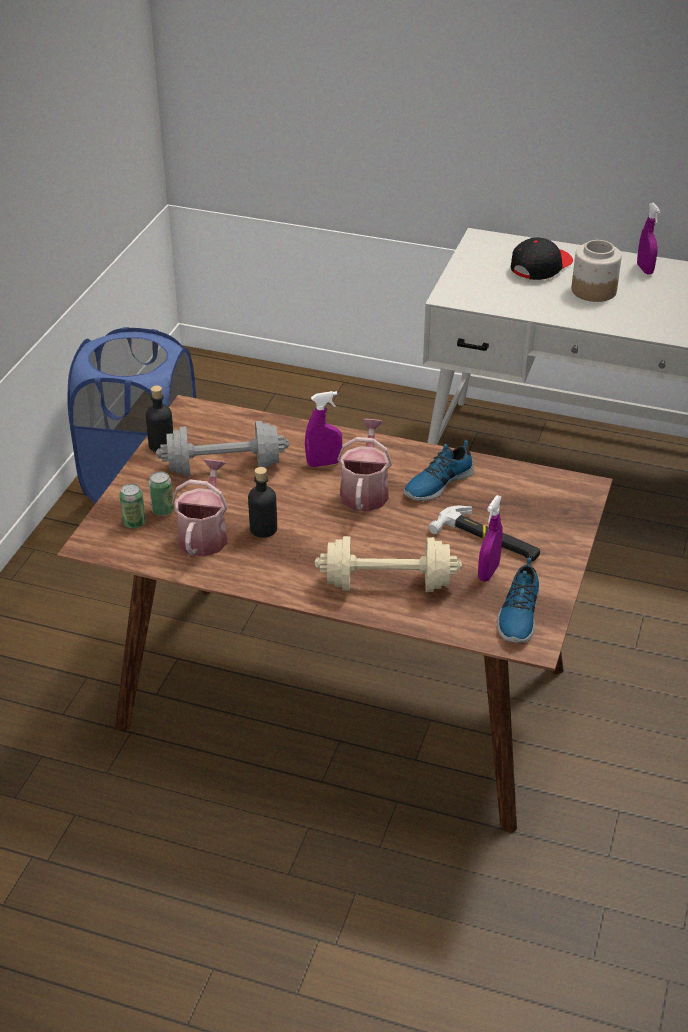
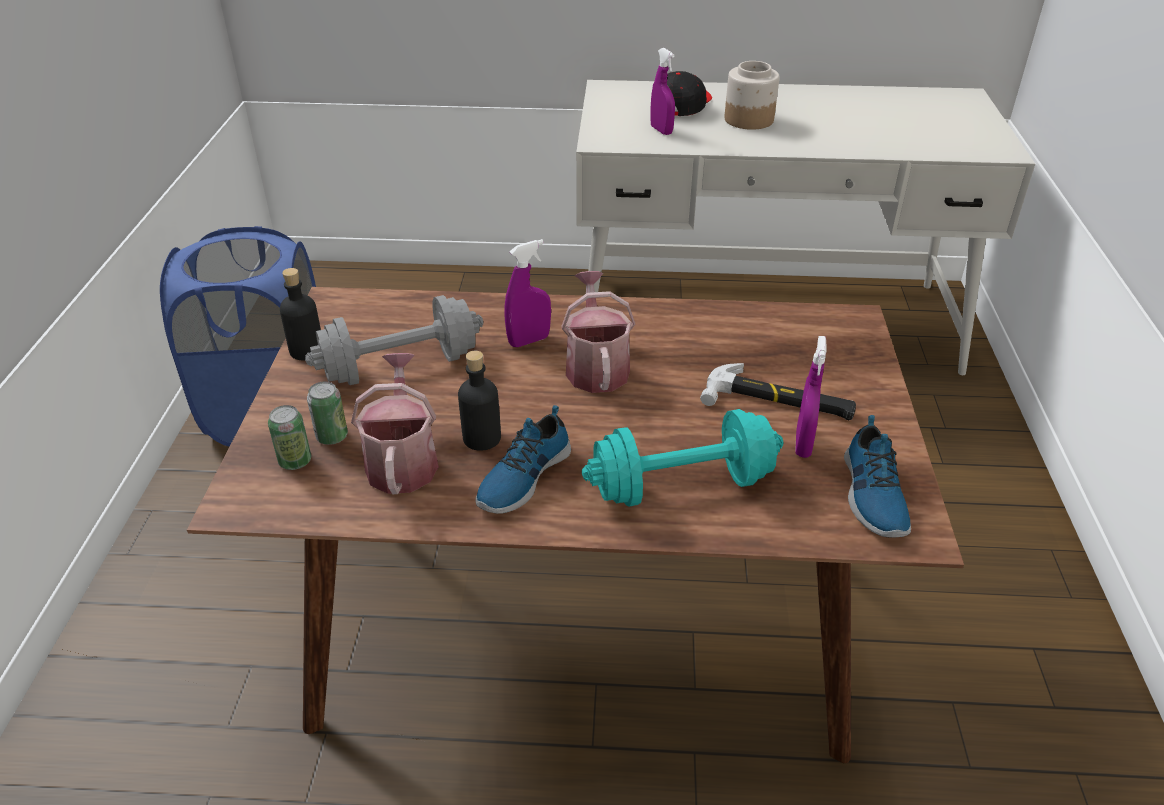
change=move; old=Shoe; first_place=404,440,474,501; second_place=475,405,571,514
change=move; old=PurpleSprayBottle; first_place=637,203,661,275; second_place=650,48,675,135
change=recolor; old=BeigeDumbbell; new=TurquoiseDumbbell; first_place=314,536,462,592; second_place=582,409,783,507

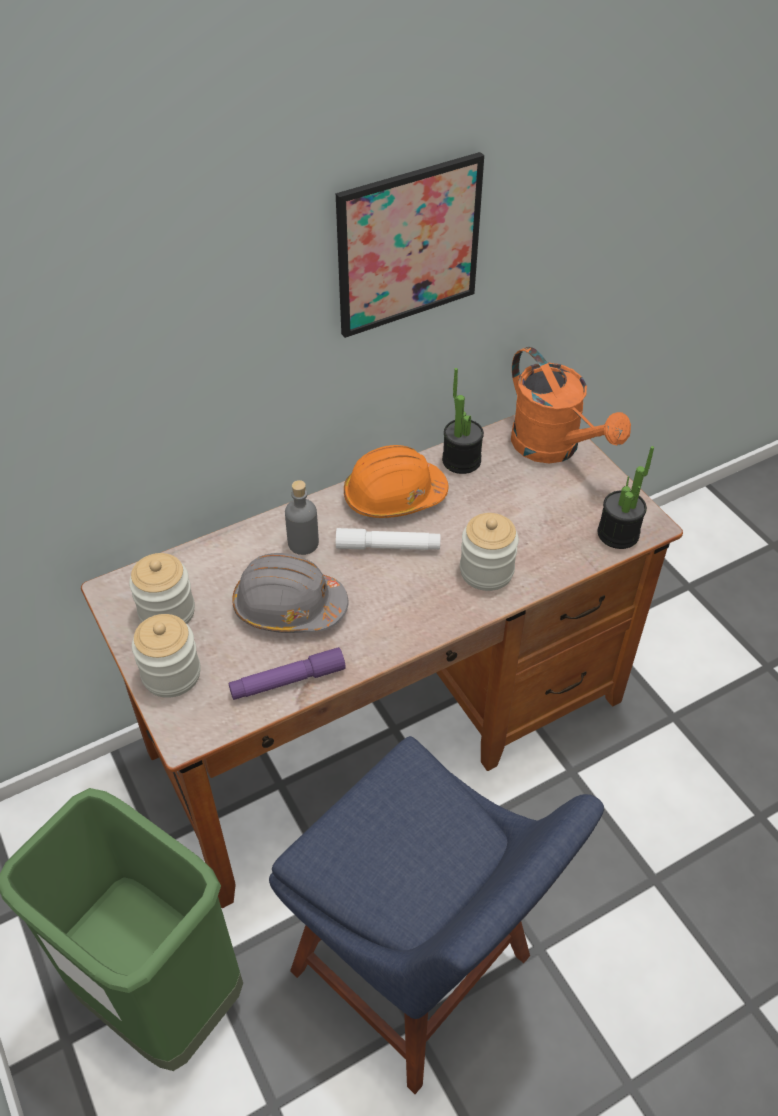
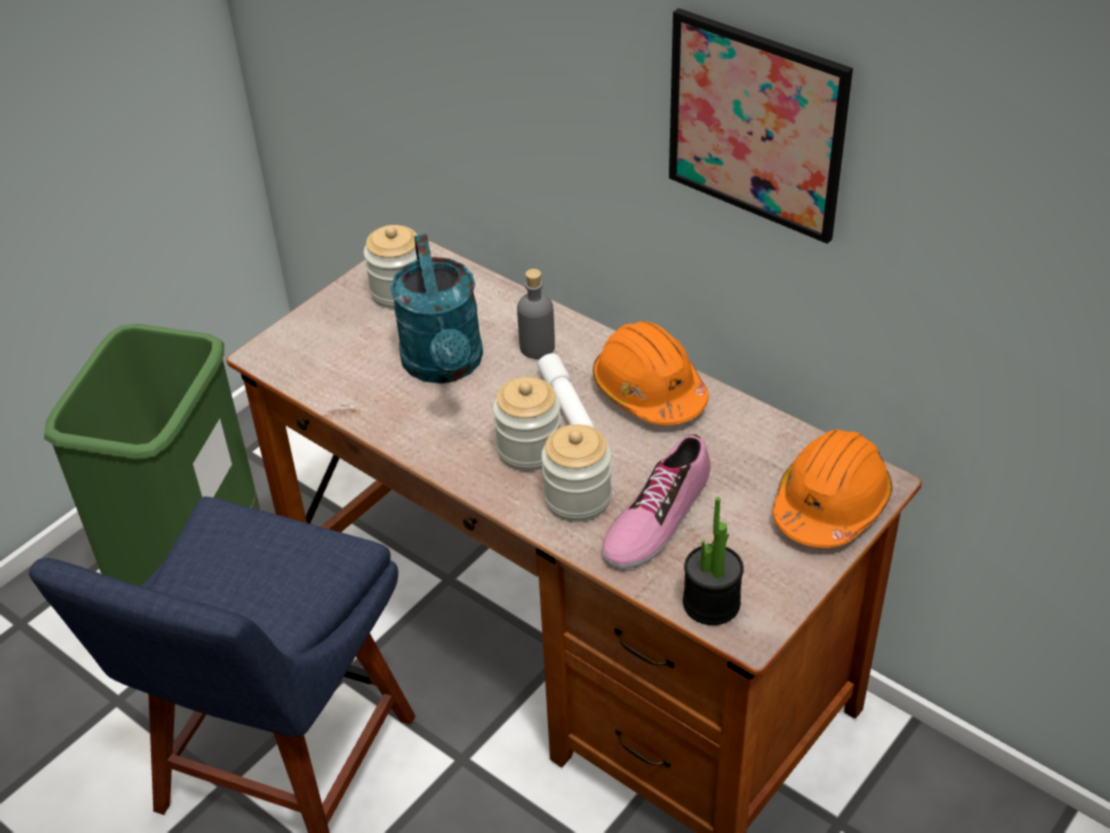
change=delete; old=PurpleFlashlight; first_place=229,647,346,700
change=delete; old=PottedPlant; first_place=442,368,484,474
change=insert; new=Shoe; second_place=602,434,710,569
change=move; old=Jar; first_place=132,614,201,698; second_place=493,377,561,471
change=replace; old=GreyHardHat; new=TurquoiseWateringCan; first_place=232,553,349,633; second_place=390,234,483,384
change=replace; old=OrangeWateringCan; new=OrangeHardHat; first_place=511,347,631,463; second_place=772,429,892,548

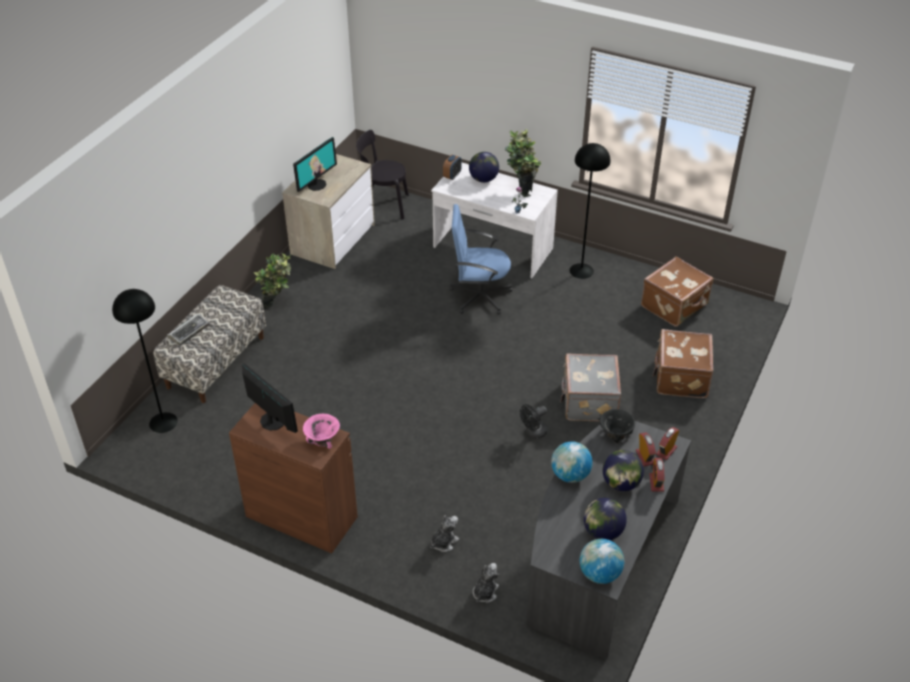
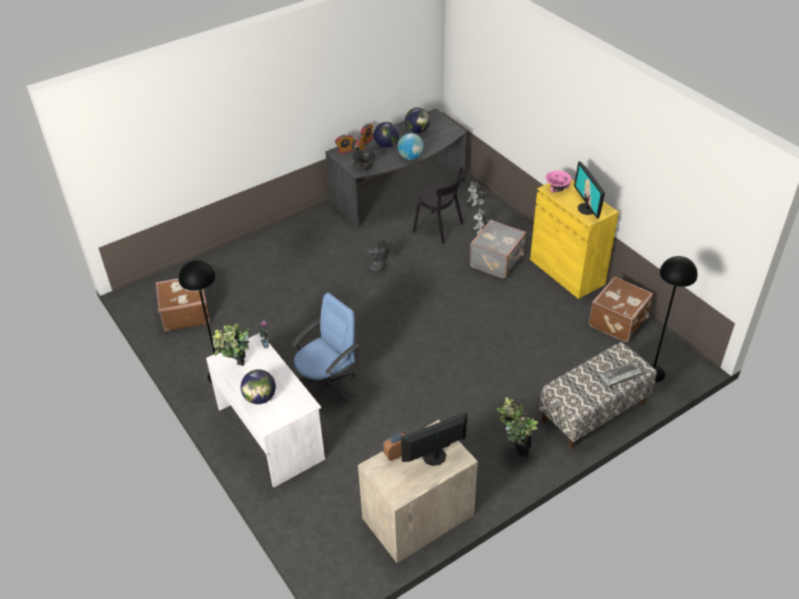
change=delete; old=Globe; first_place=580,539,624,584
change=move; old=BlackChair; first_place=356,130,409,220; second_place=413,167,464,244
change=move; old=AlarmClock; first_place=443,155,462,180; second_place=383,432,406,461
change=move; old=GreySuitcase; first_place=560,353,621,421; second_place=470,220,526,278
change=move; old=BrownSuitcase; first_place=653,329,713,398; second_place=589,276,654,342
change=recolor; old=BrownCabinet; new=YellowCabinet; first_place=229,403,358,553; second_place=530,180,619,299
change=rotate; old=BlueOfficeChair; first_place=449,204,512,315; second_place=291,293,359,404; degrees=-75

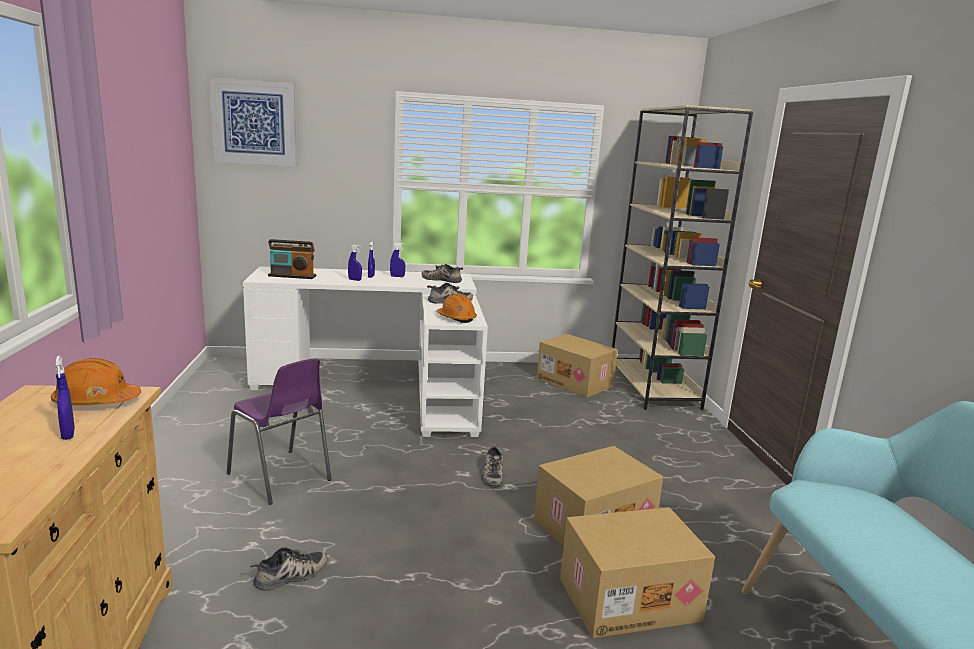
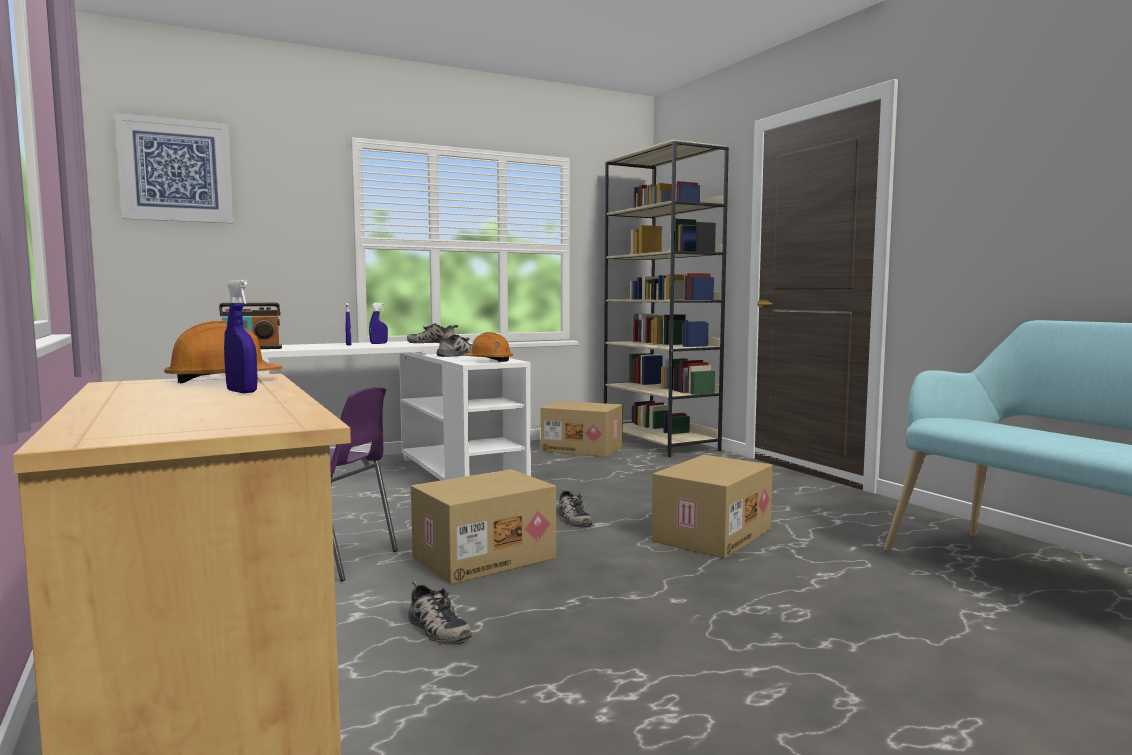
change=delete; old=BlueSprayBottle; first_place=348,244,362,281
change=move; old=CardboardBox; first_place=560,507,715,638; second_place=411,469,556,584
change=rotate; old=Shoe; first_place=250,547,328,591; second_place=408,581,472,645; degrees=105

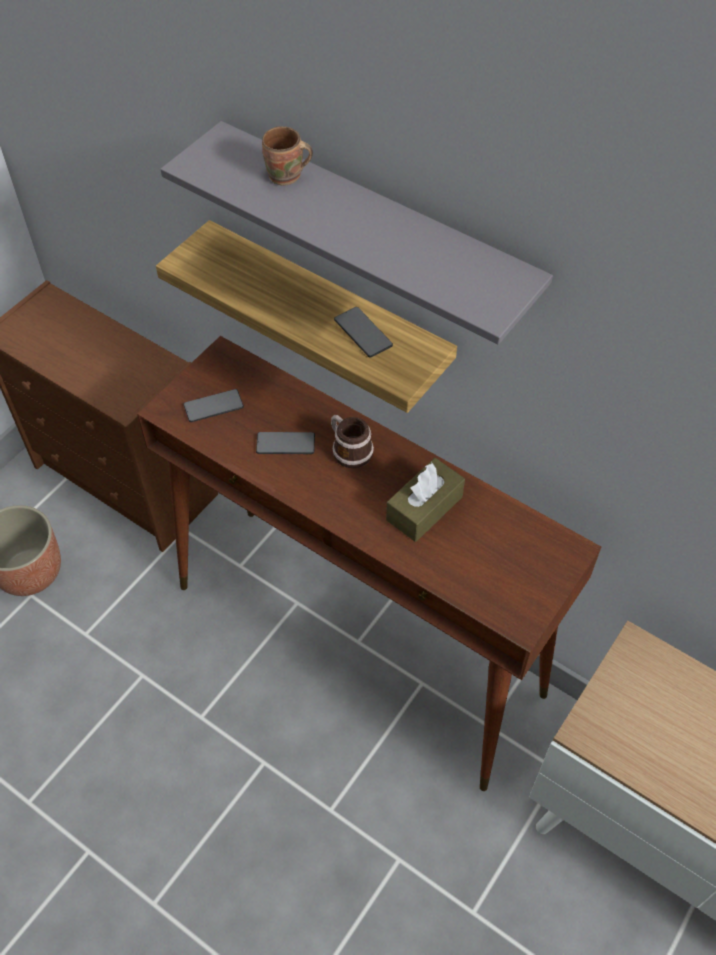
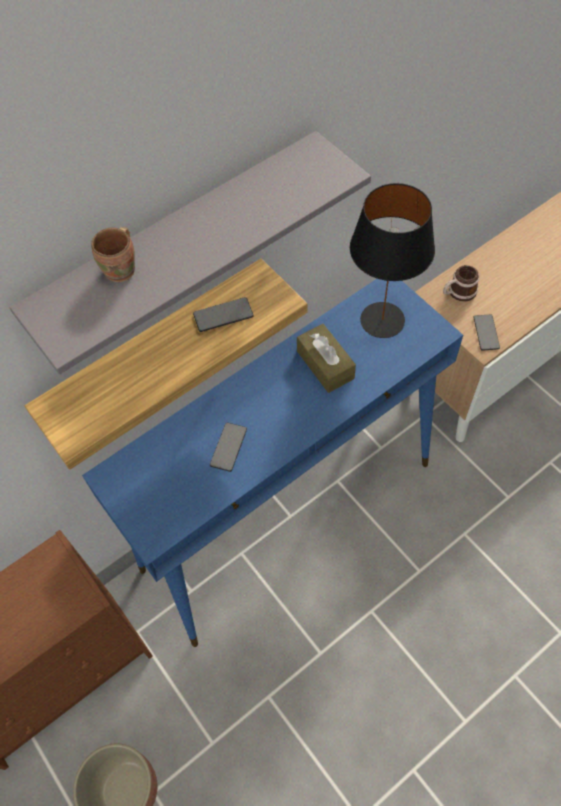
change=insert; new=BlackTableLamp; second_place=350,183,435,338
change=move; old=Phone; first_place=183,389,244,422; second_place=473,314,500,351
change=move; old=Mug; first_place=331,415,374,468; second_place=443,265,479,302
change=recolor; old=BrownConsoleTable; new=BlueConsoleTable; first_place=137,336,601,791; second_place=82,279,463,647

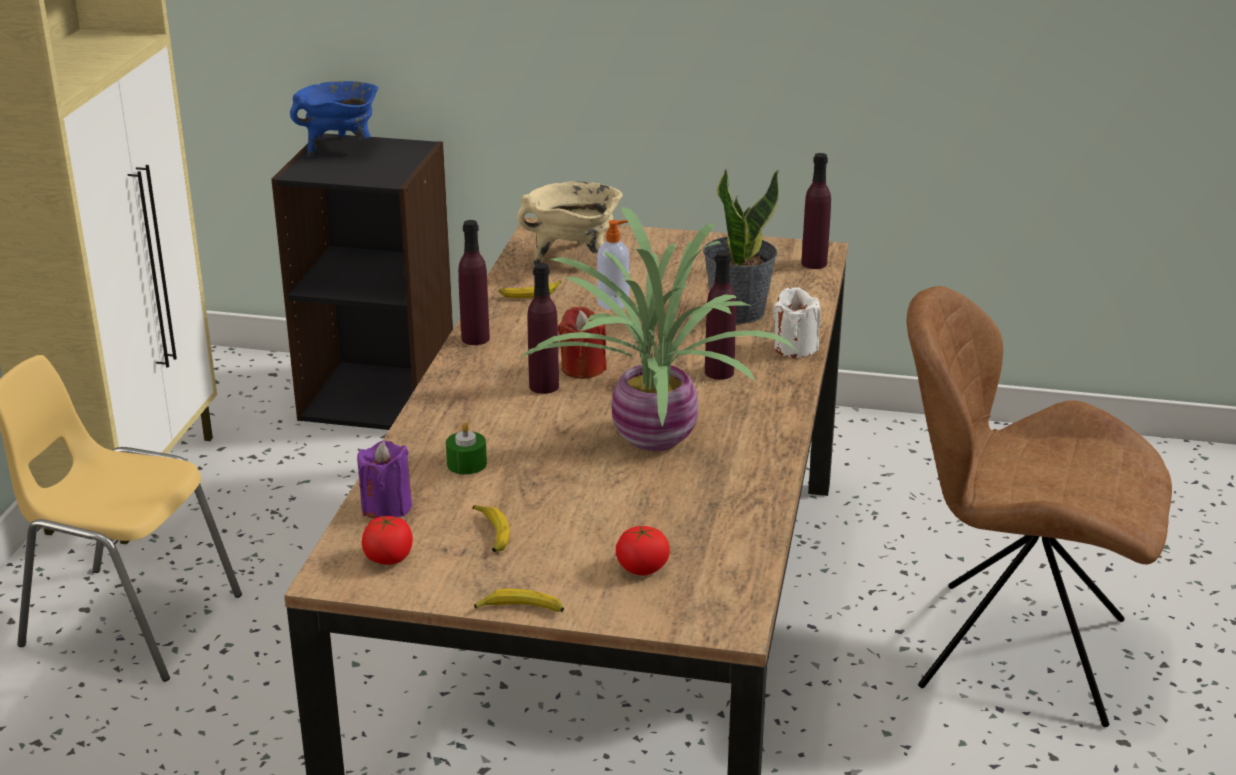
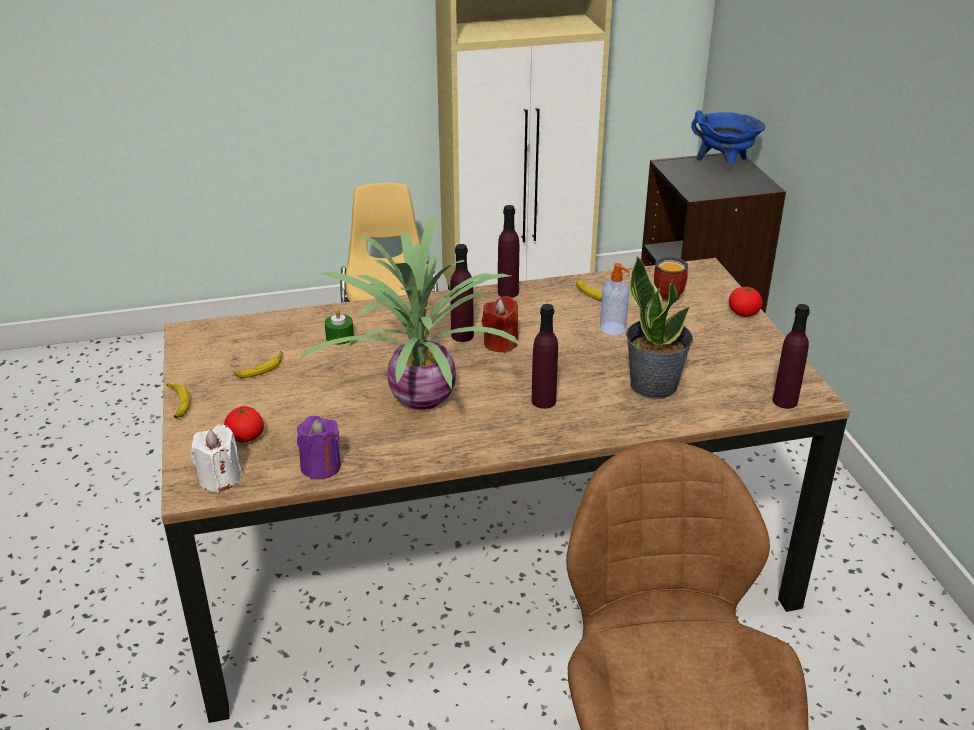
change=move; old=PurpleCandle; first_place=357,441,412,519; second_place=297,416,341,479
change=move; old=Tomato; first_place=361,515,413,565; second_place=729,287,763,317
change=move; old=WhiteCandle; first_place=773,287,821,358; second_place=190,424,242,492
change=replace; old=BeigeCookingPot; new=Mug; first_place=517,181,623,265; second_place=654,257,688,302

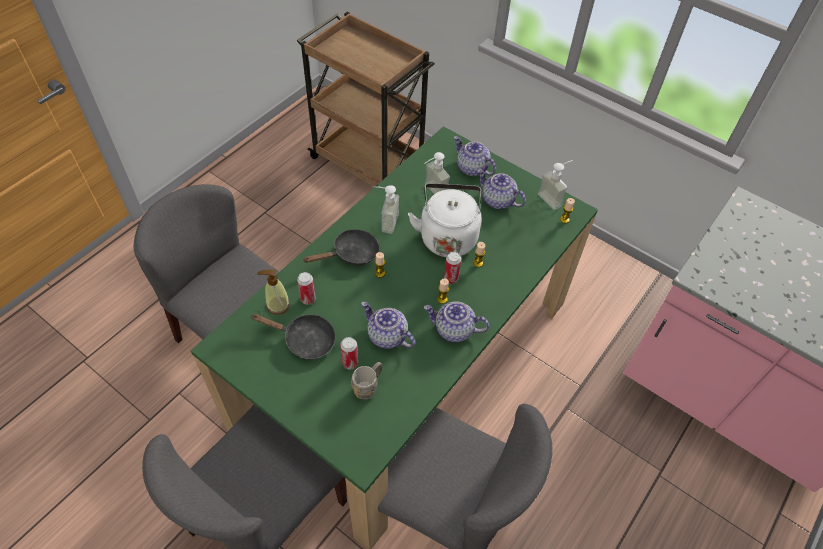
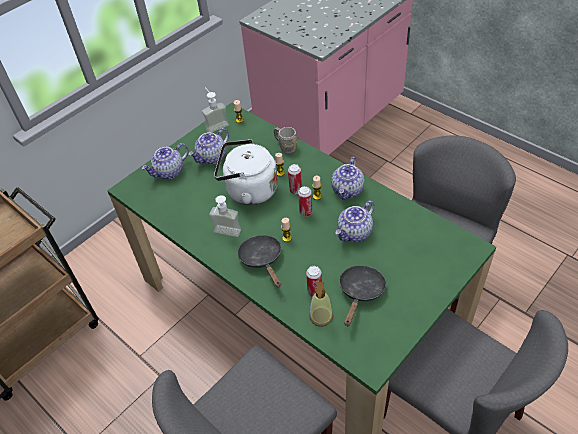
change=delete; old=SoapDispenser; first_place=425,152,450,194
change=move; old=Can; first_place=340,337,358,369; second_place=298,186,312,217
change=move; old=GreyMug; first_place=351,362,382,400; second_place=274,127,297,154

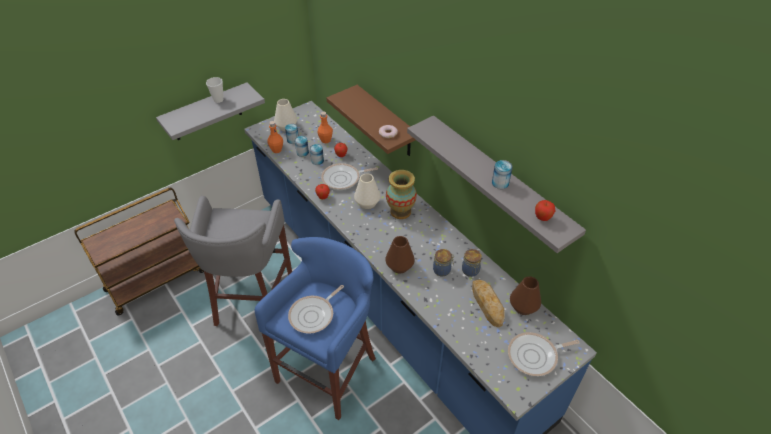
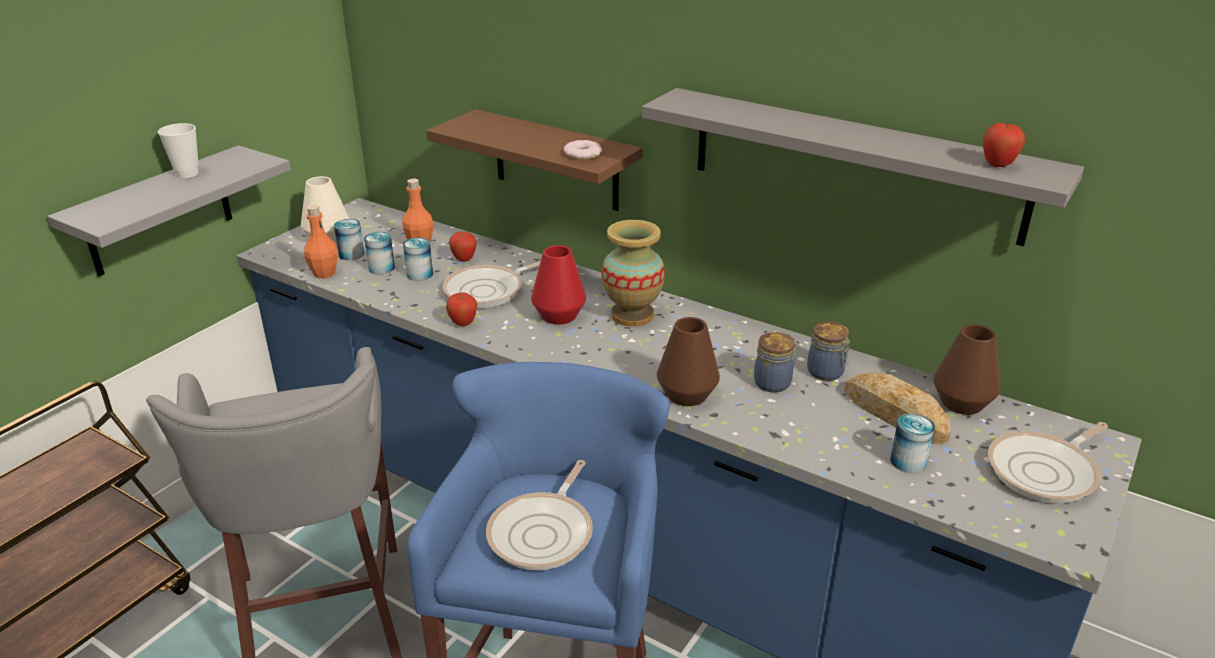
change=move; old=Can; first_place=492,160,513,189; second_place=890,414,935,473
change=recolor; old=WhiteVase; new=RedVase; first_place=354,173,381,209; second_place=531,245,586,325

